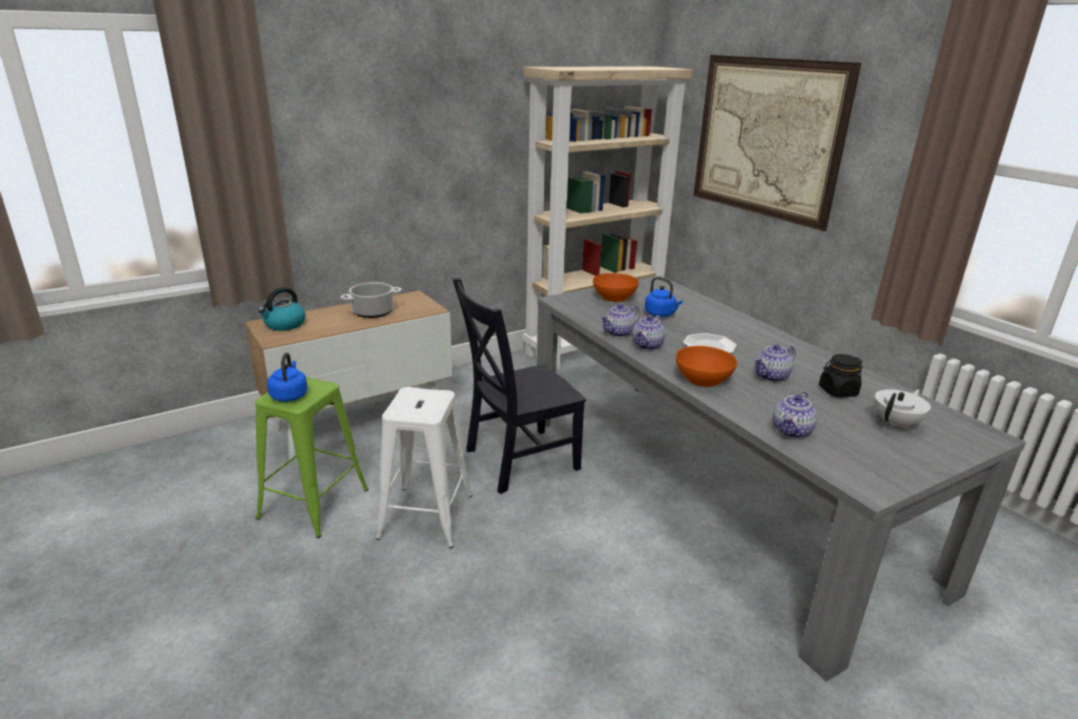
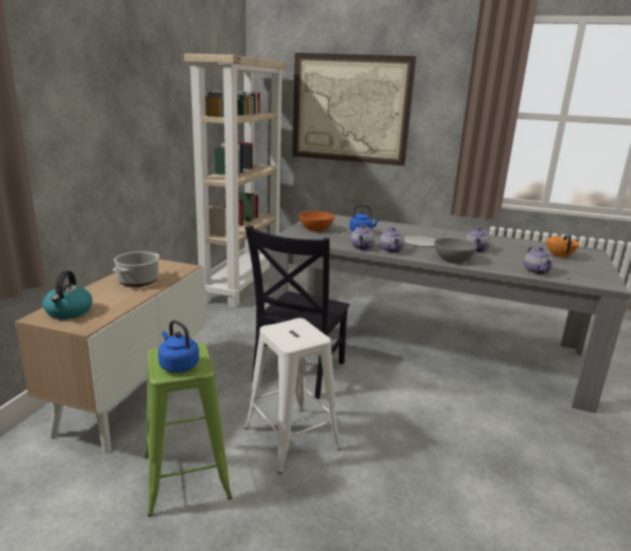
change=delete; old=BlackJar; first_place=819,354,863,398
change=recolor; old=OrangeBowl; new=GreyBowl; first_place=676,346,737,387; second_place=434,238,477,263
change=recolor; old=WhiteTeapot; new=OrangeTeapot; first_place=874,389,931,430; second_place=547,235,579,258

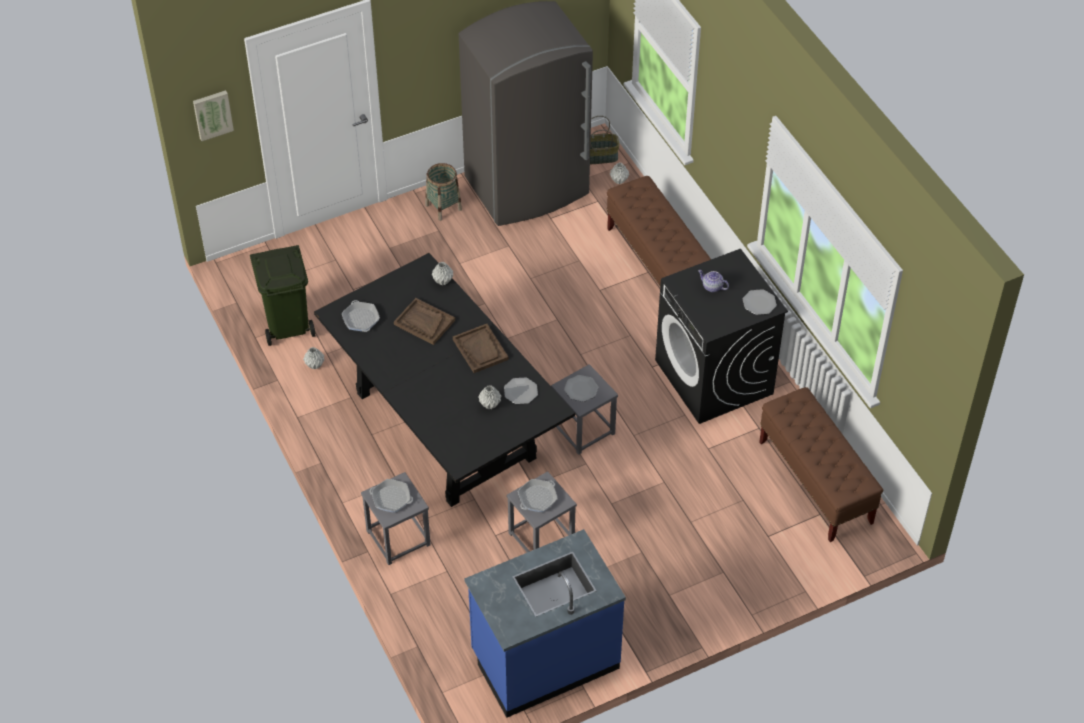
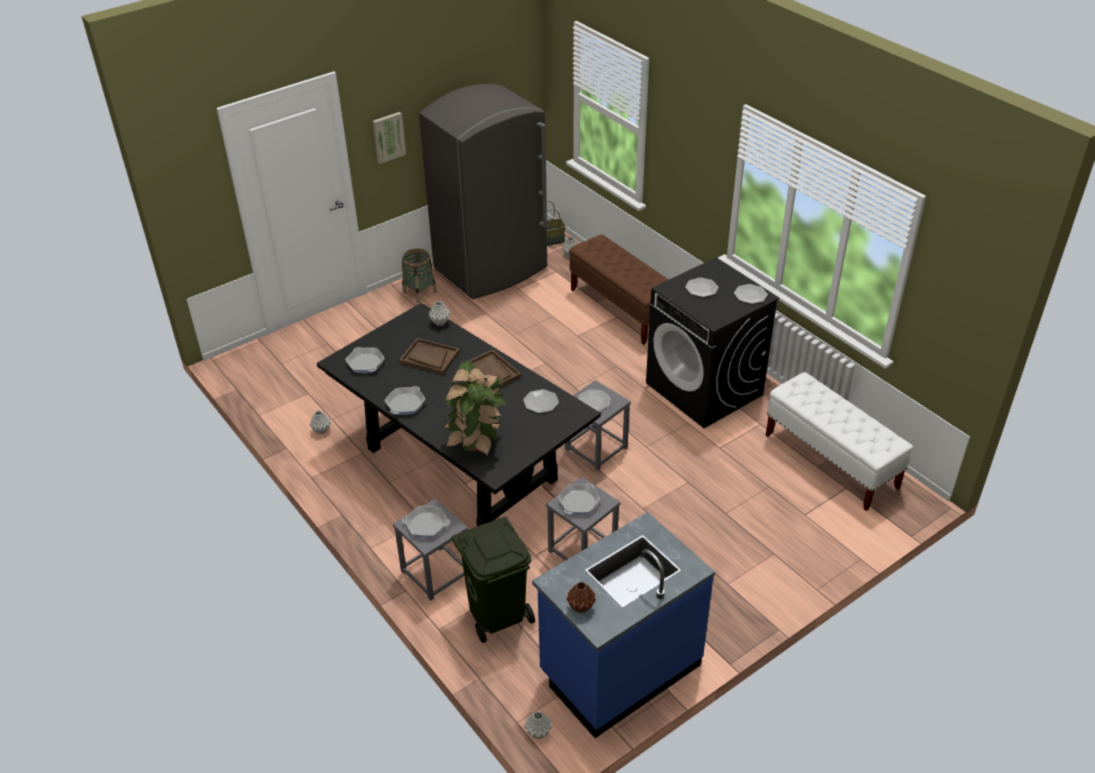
change=insert; new=FryingPan; second_place=384,386,426,415
change=insert; new=PottedPlant; second_place=444,360,507,456
change=insert; new=BrownVase; second_place=567,582,596,613
change=move; old=Picture; first_place=193,90,234,141; second_place=372,112,406,164
change=move; old=GreenTrashCan; first_place=250,245,315,346; second_place=452,516,535,643
change=move; old=GreyVase; first_place=478,385,501,409; second_place=525,711,552,739
change=replace; old=Teapot; new=Plate; first_place=698,270,729,292; second_place=685,278,719,297
change=recolor; old=BrownBench; new=WhiteBench; first_place=759,387,883,542; second_place=766,372,914,511

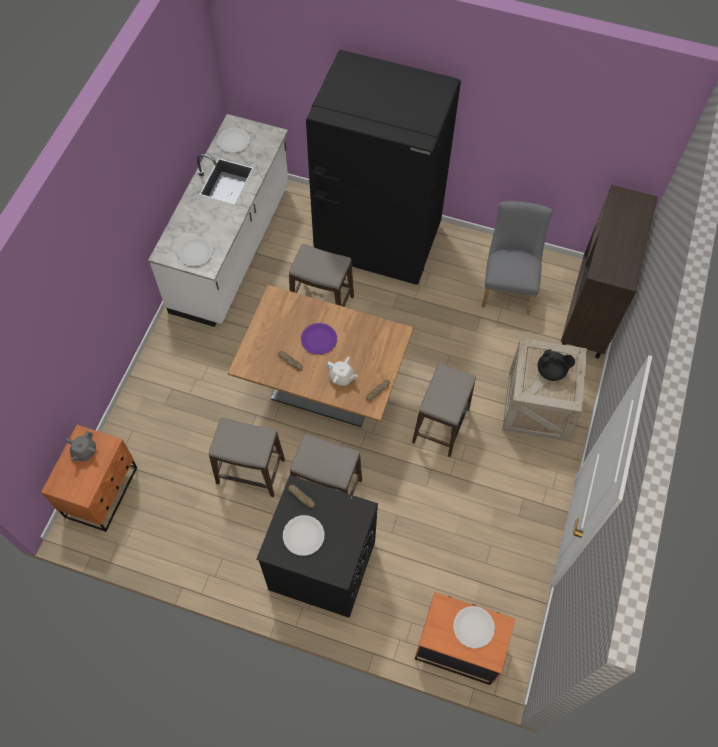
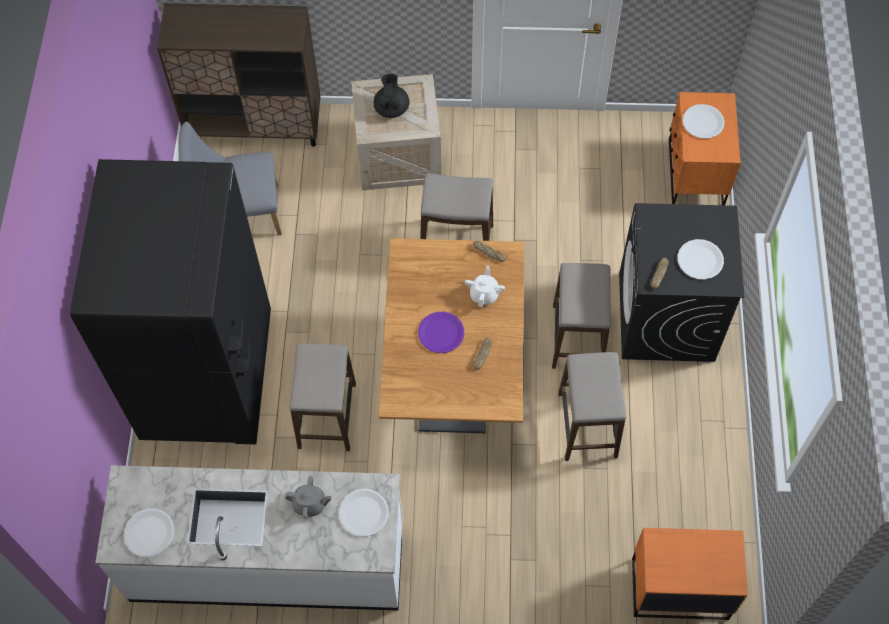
change=move; old=GreyTeapot; first_place=65,431,96,461; second_place=285,476,332,518

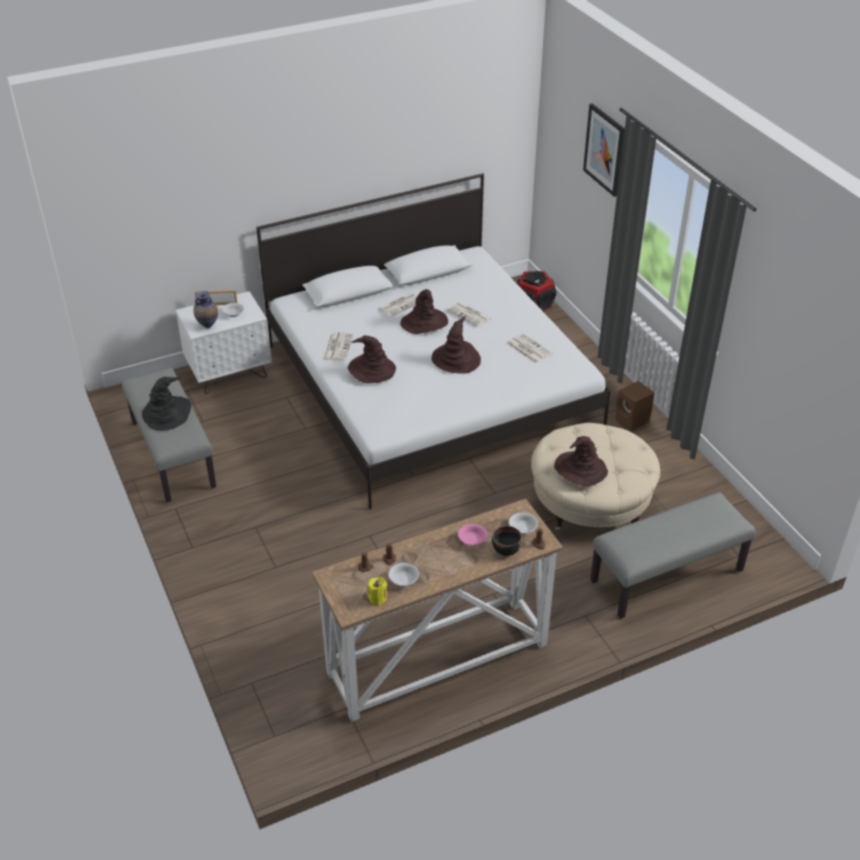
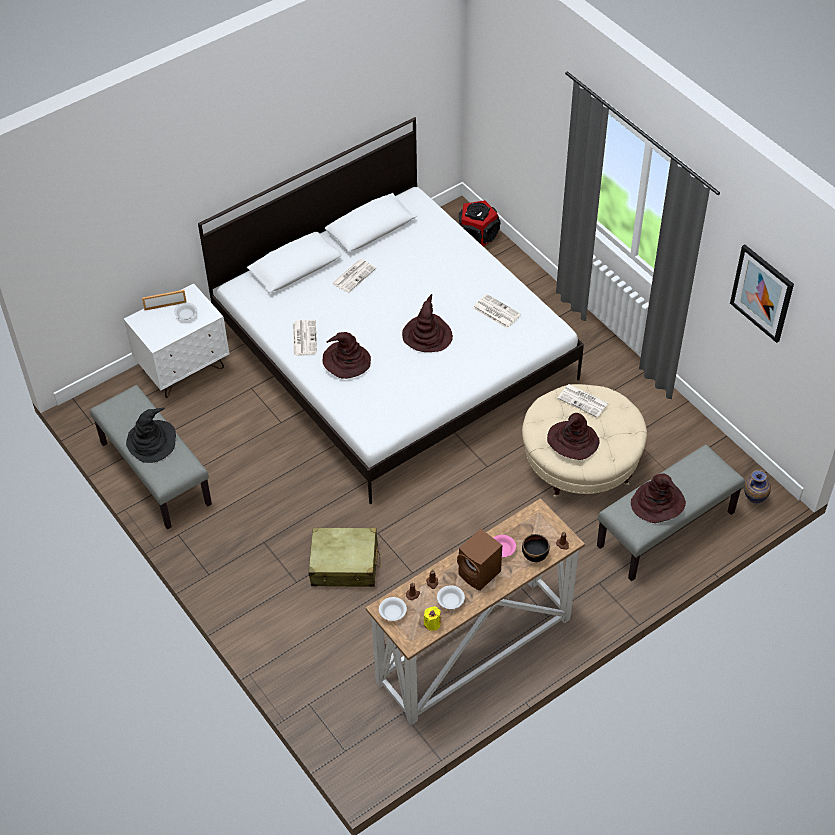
change=insert; new=BeigeSuitcase; second_place=309,528,381,587
change=move; old=Vase; first_place=193,291,218,329; second_place=744,470,771,504
change=move; old=BrownHat; first_place=400,289,448,334; second_place=631,474,686,523
change=move; old=Newspaper; first_place=447,301,492,327; second_place=558,384,608,418
change=move; old=WhiteBowl; first_place=509,512,538,534; second_place=379,597,407,621
change=move; old=Picture; first_place=583,104,625,197; second_place=730,244,794,343
change=move; old=BrownSpeaker; first_place=615,381,655,432; second_place=457,529,502,591

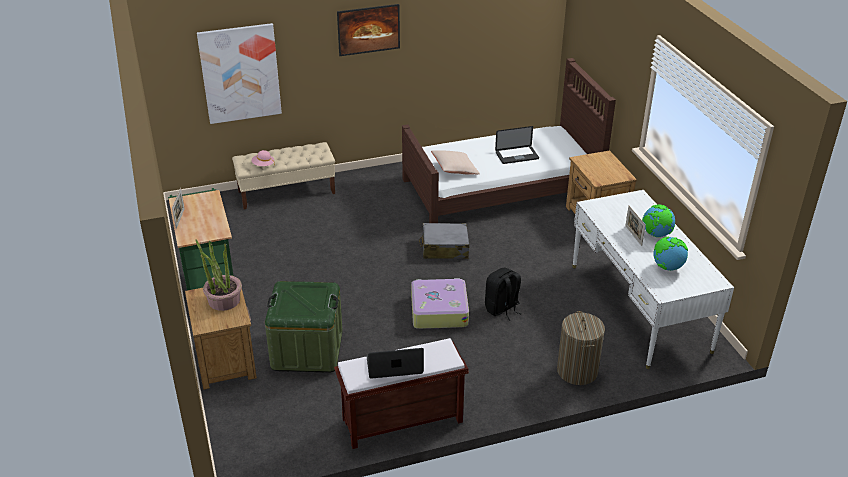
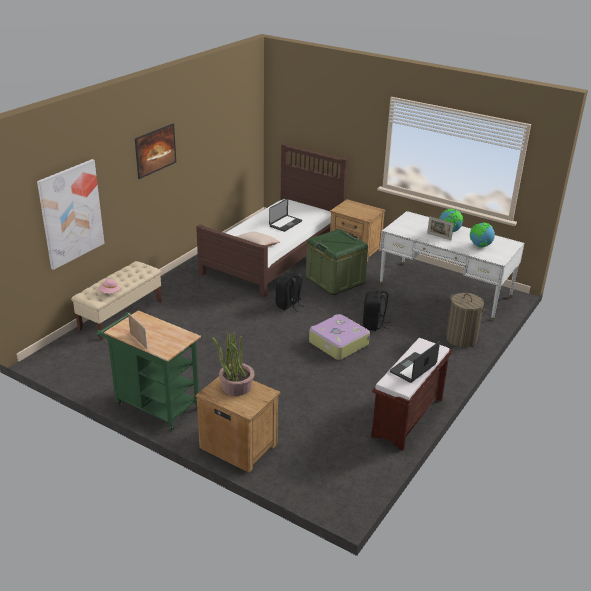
change=move; old=GreenStorageBox; first_place=265,281,343,373; second_place=306,229,368,295
change=replace; old=GreySuitcase; new=BlackBackpack; first_place=419,223,469,259; second_place=276,272,305,312

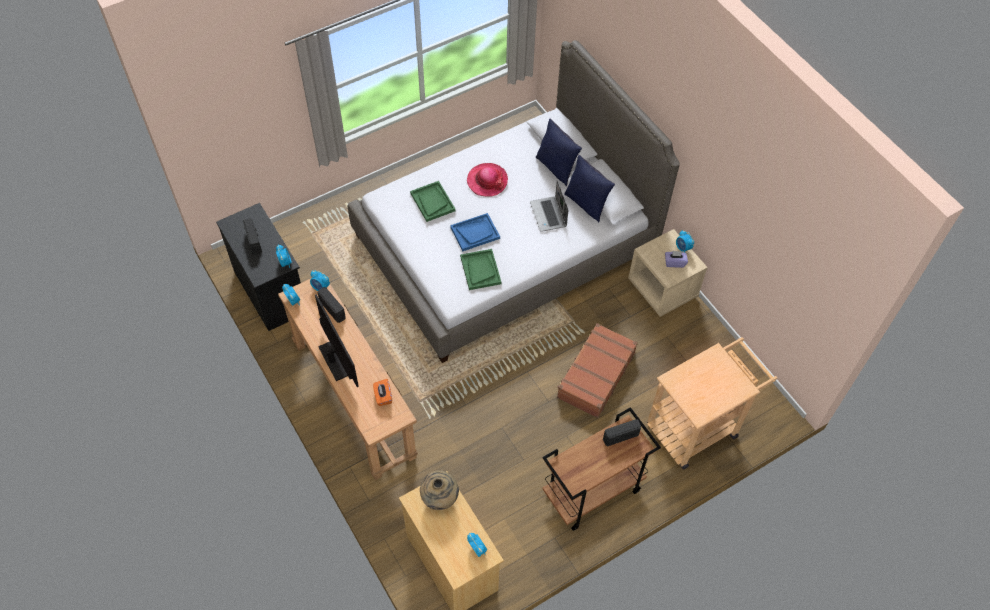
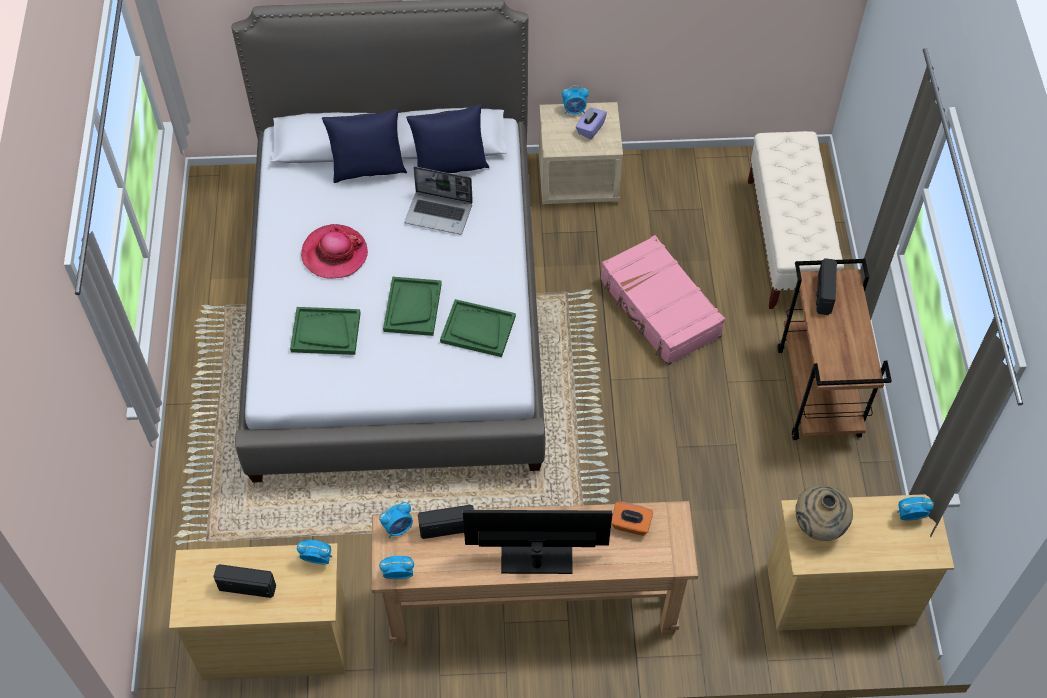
change=replace; old=BeigeCart; new=BeigeBench; first_place=647,337,777,469; second_place=748,131,844,309
change=recolor; old=BlackDresser; new=BeigeDresser; first_place=216,203,301,331; second_place=169,543,347,680
change=recolor; old=BlueTray; new=GreenTray; first_place=450,213,500,251; second_place=383,277,442,336
change=recolor; old=BrownSuitcase; new=PinkSuitcase; first_place=557,323,638,418; second_place=600,235,725,365

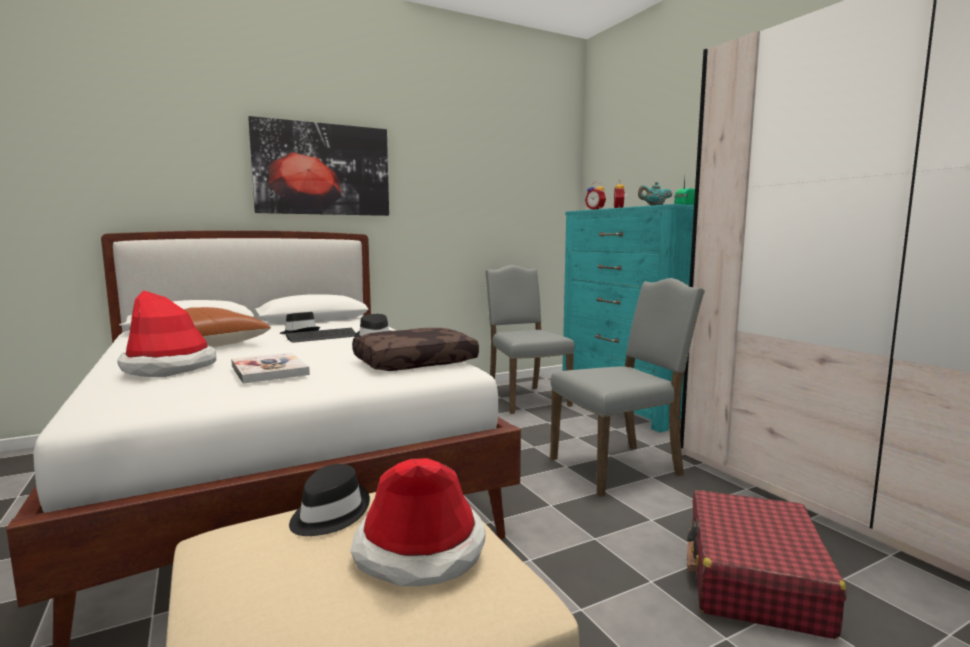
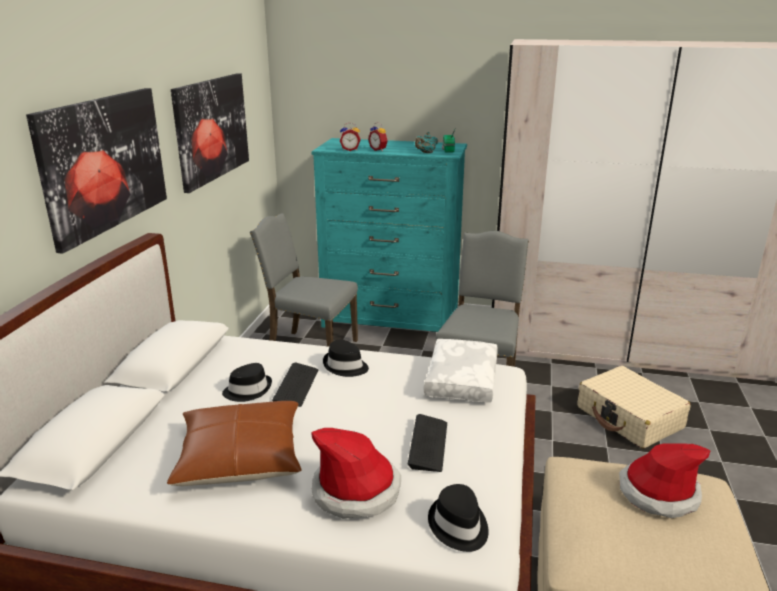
change=insert; new=Picture; second_place=171,73,249,193
change=move; old=BlackHat; first_place=289,464,370,536; second_place=428,484,489,552
change=replace; old=Book; new=Keyboard; first_place=231,353,310,384; second_place=408,414,447,472
change=recolor; old=BrownPillow; new=WhitePillow; first_place=352,328,479,371; second_place=424,339,498,402
change=recolor; old=RedSuitcase; new=BeigeSuitcase; first_place=687,490,846,639; second_place=578,366,691,449

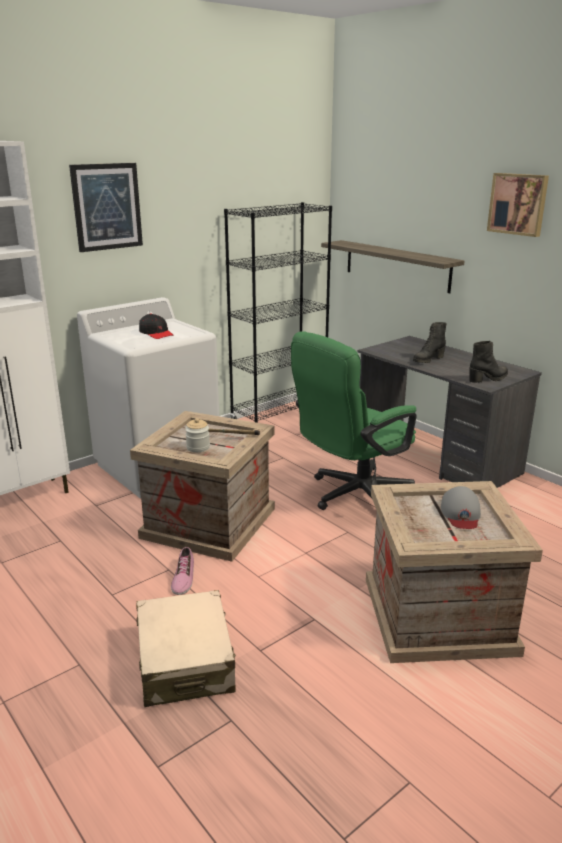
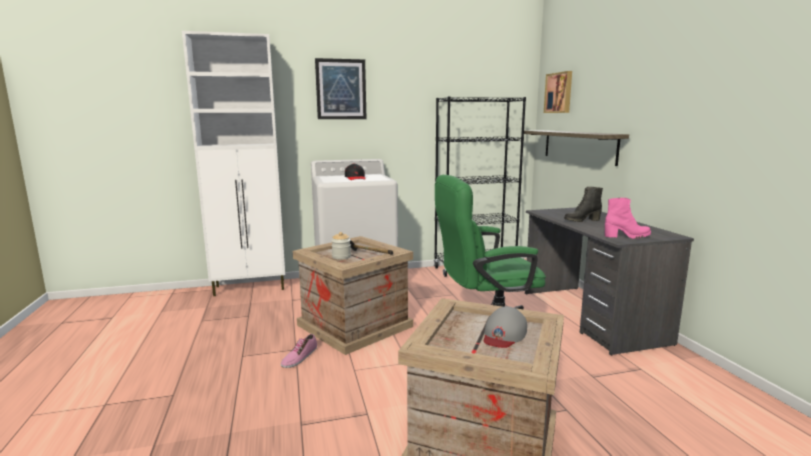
change=delete; old=BeigeSuitcase; first_place=136,590,236,707
change=move; old=Picture; first_place=487,173,549,237; second_place=544,71,572,113
change=recolor; old=BlackBoot; new=PinkBoot; first_place=469,341,508,383; second_place=605,198,651,239

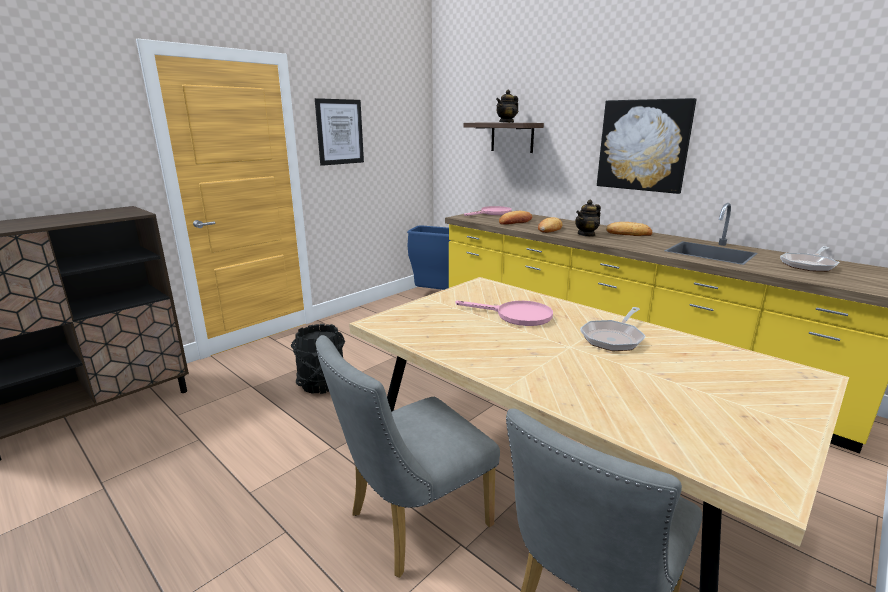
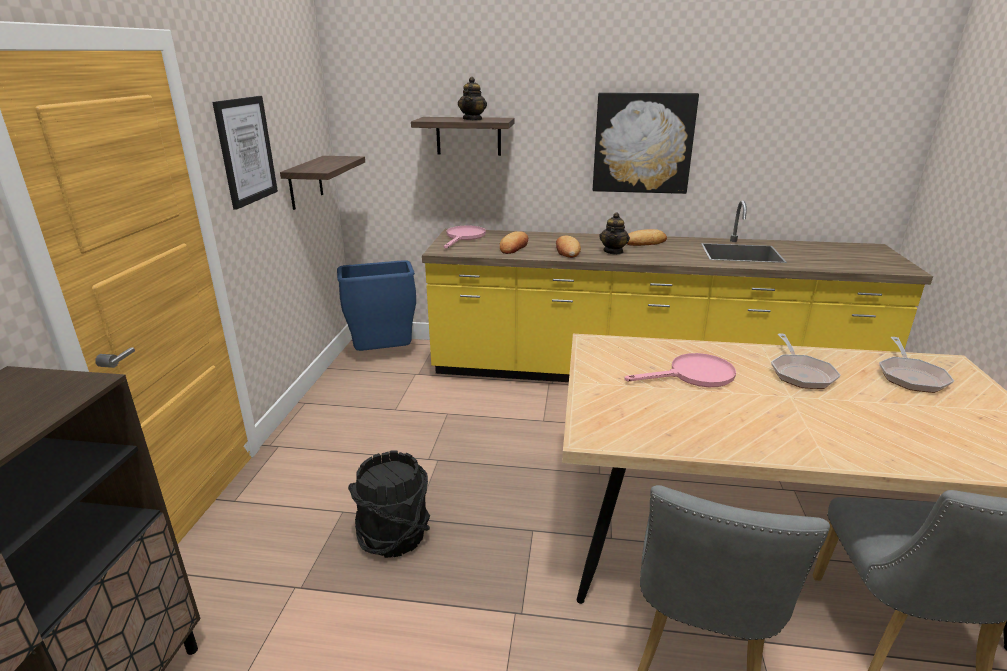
change=insert; new=Shelf; second_place=280,156,365,210
change=move; old=FryingPan; first_place=780,246,839,272; second_place=879,337,954,393

